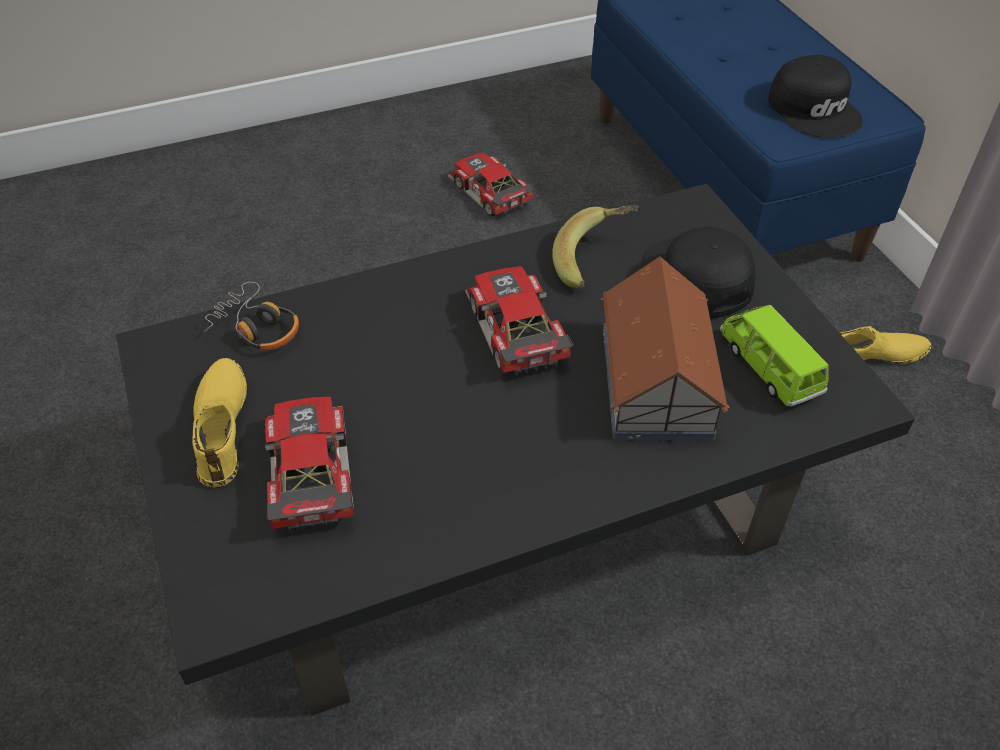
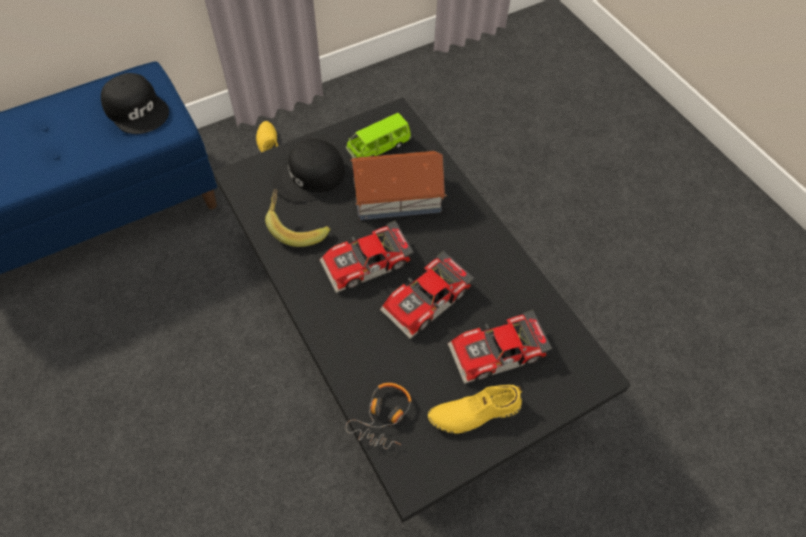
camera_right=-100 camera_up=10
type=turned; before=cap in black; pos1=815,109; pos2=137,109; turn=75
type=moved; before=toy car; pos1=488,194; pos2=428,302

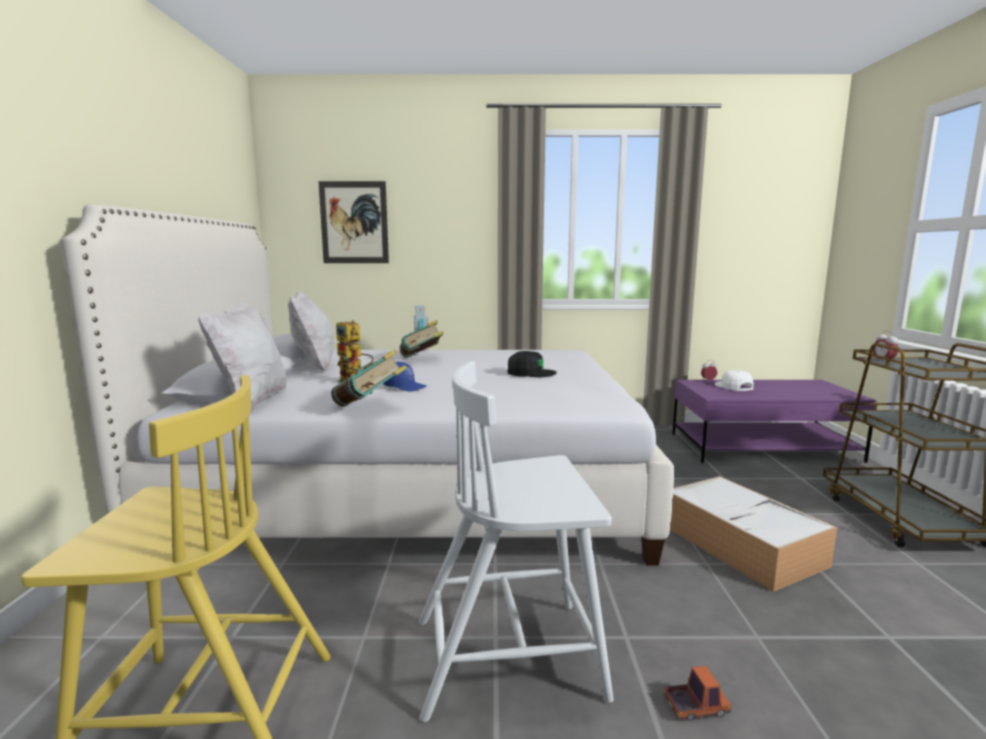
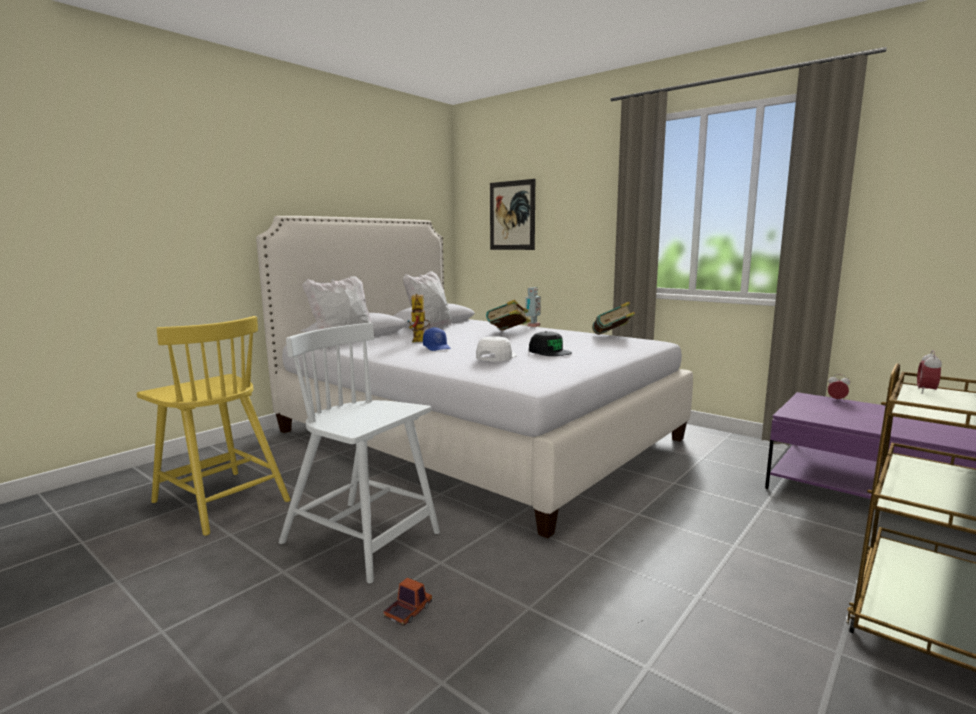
camera_right=40 camera_up=0
type=moved; before=book; pos1=369,407; pos2=612,336
type=moved; before=cap in white; pos1=733,386; pos2=496,356
type=removed; before=storage box; pos1=743,545
type=turned; before=toy truck; pos1=696,707; pos2=408,612; turn=-90

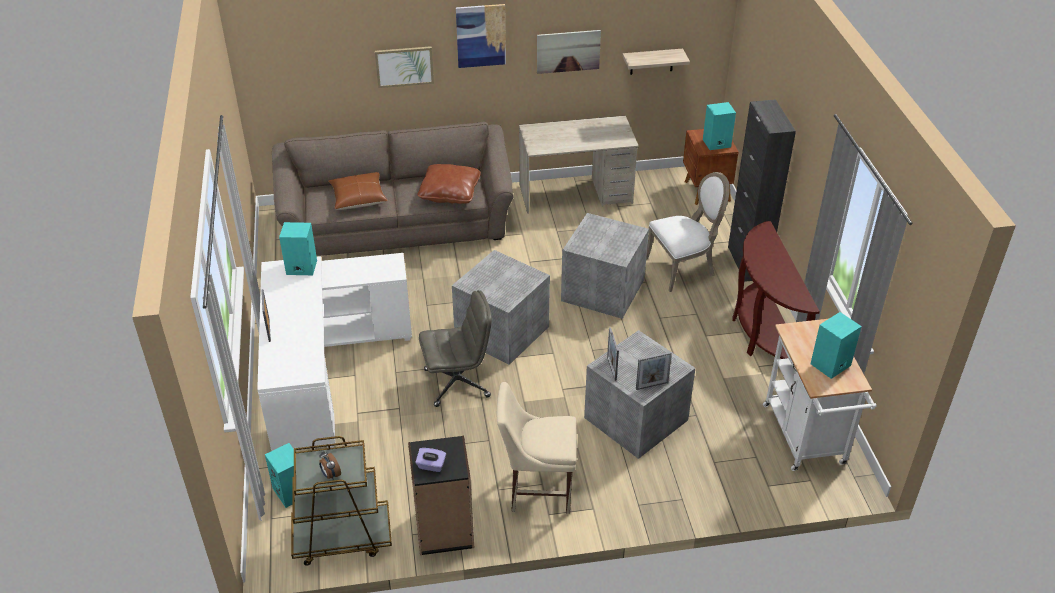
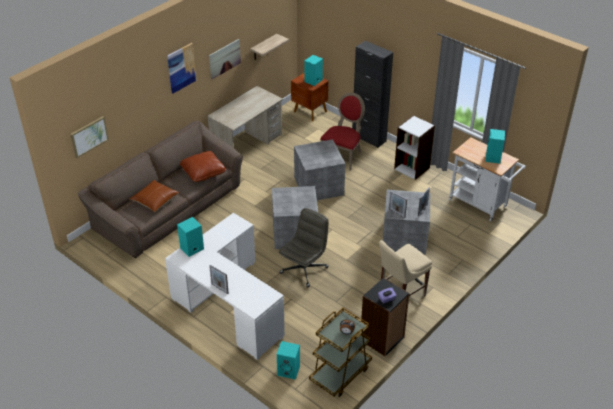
camera_right=-40 camera_up=0
type=moved; before=picture; pos1=404,66; pos2=89,136
type=recoloured; before=chair in white; after=chair in red; pos1=683,268; pos2=343,155
type=replaced; before=console table in brown; after=bookcase in white; pos1=762,333; pos2=412,168

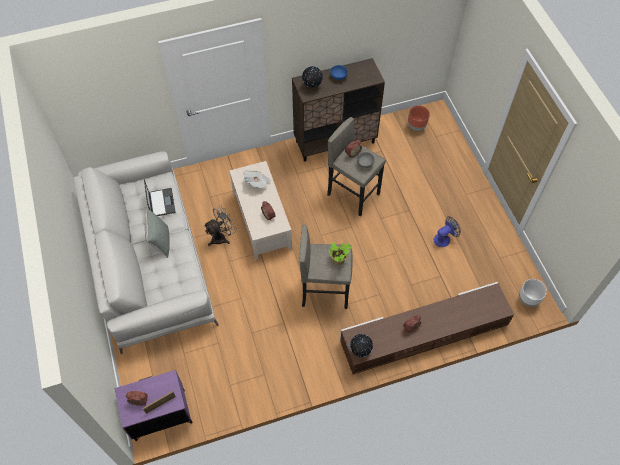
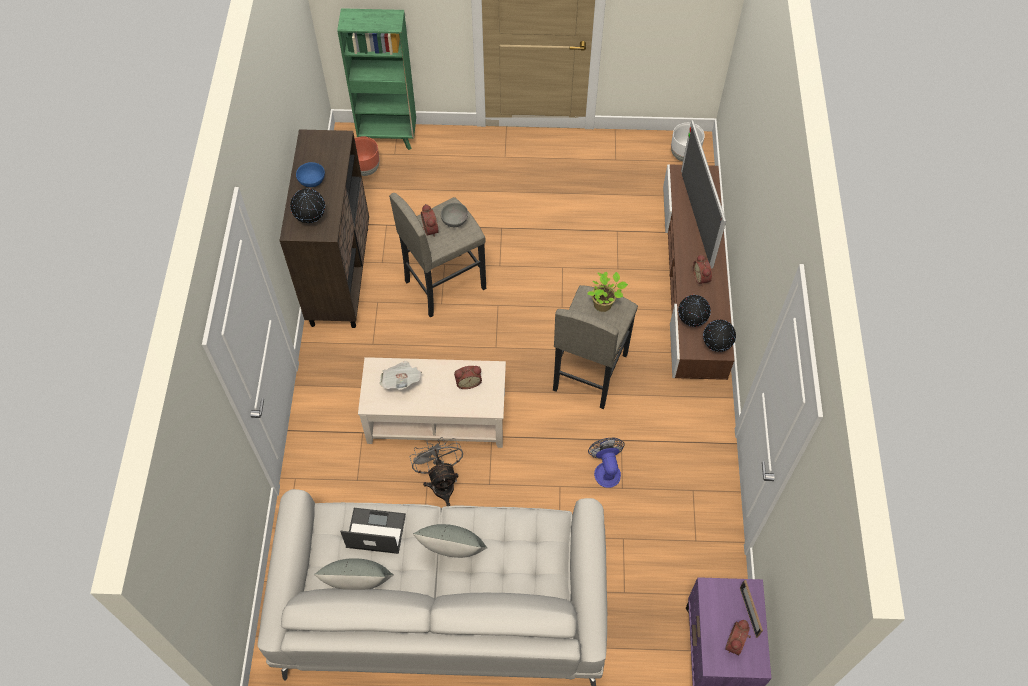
camera_right=-70 camera_up=0
type=moved; before=fan; pos1=444,238; pos2=606,470
type=added; after=bookcase in green; pos2=388,138
type=added; after=television; pos2=696,218
type=added; after=globe; pos2=691,321
type=added; after=pillow in grey; pos2=358,585

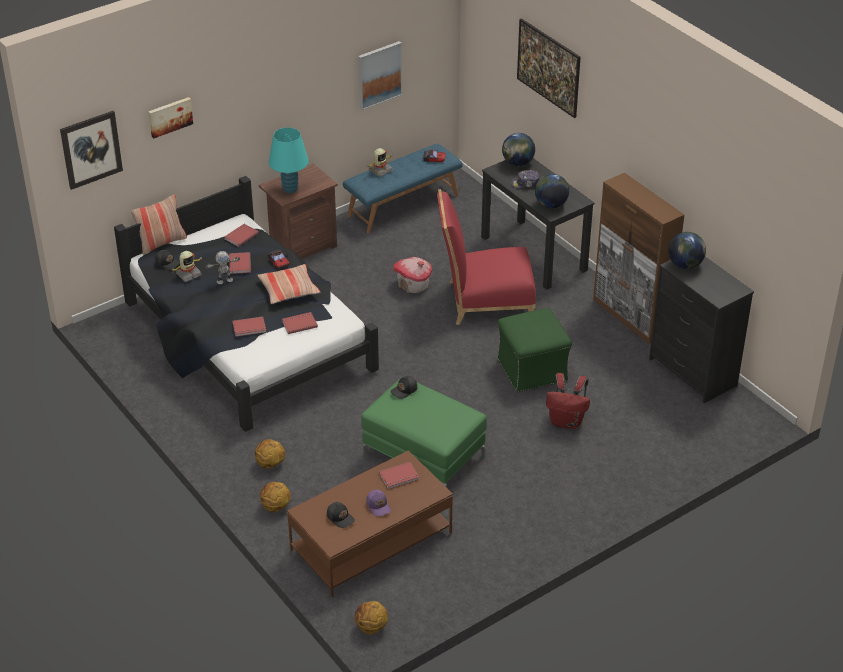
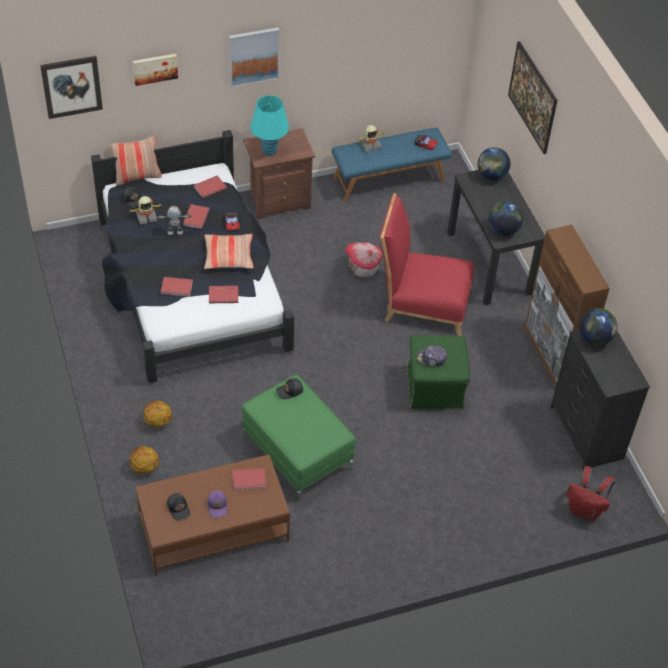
camera_right=15 camera_up=10
type=moved; before=picture; pos1=379,75; pos2=253,56
type=moved; before=cap; pos1=525,183; pos2=431,359
type=moved; before=backpack in red; pos1=567,421; pos2=585,510
type=removed; before=basketball; pos1=371,628

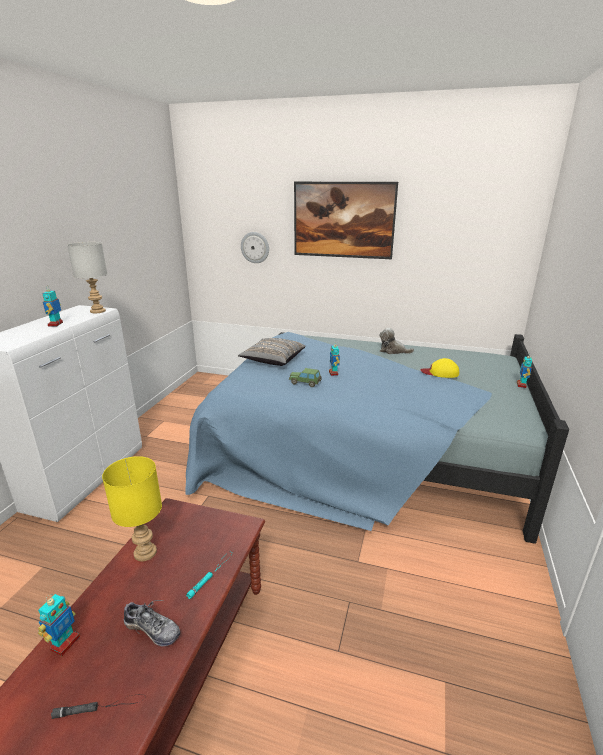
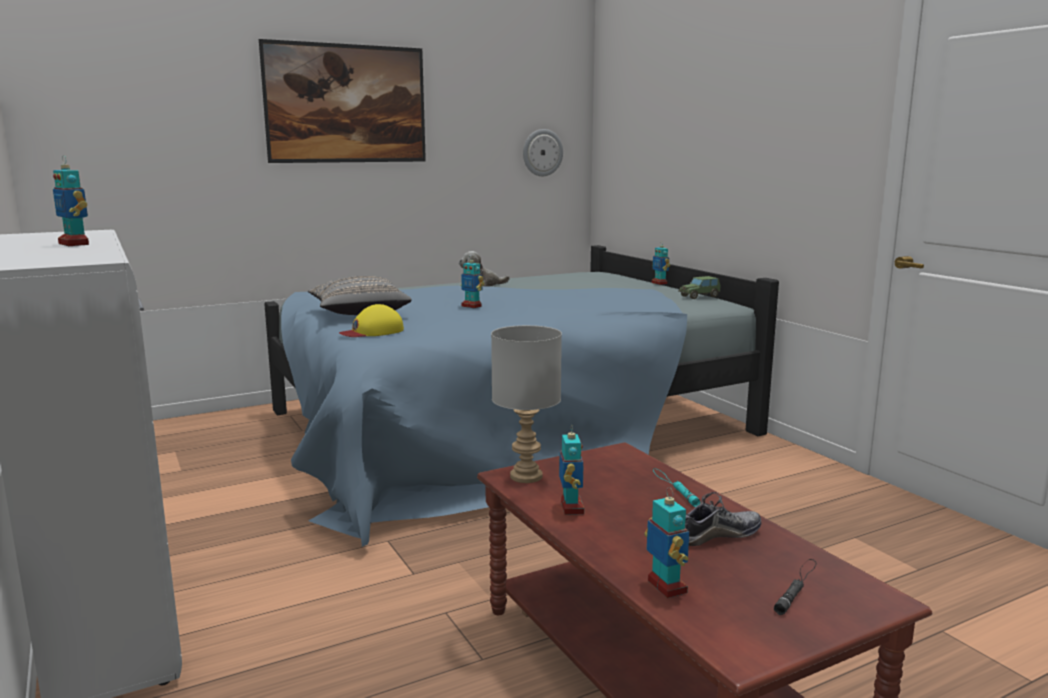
camera_right=-45 camera_up=-10
type=moved; before=wall clock; pos1=255,247; pos2=542,152
type=moved; before=table lamp in grey; pos1=98,311; pos2=527,476
type=moved; before=cap in yellow; pos1=440,372; pos2=372,331
type=moved; before=toy car; pos1=305,383; pos2=699,296
type=replaced; before=table lamp in yellow; after=toy robot; pos1=145,552; pos2=571,508

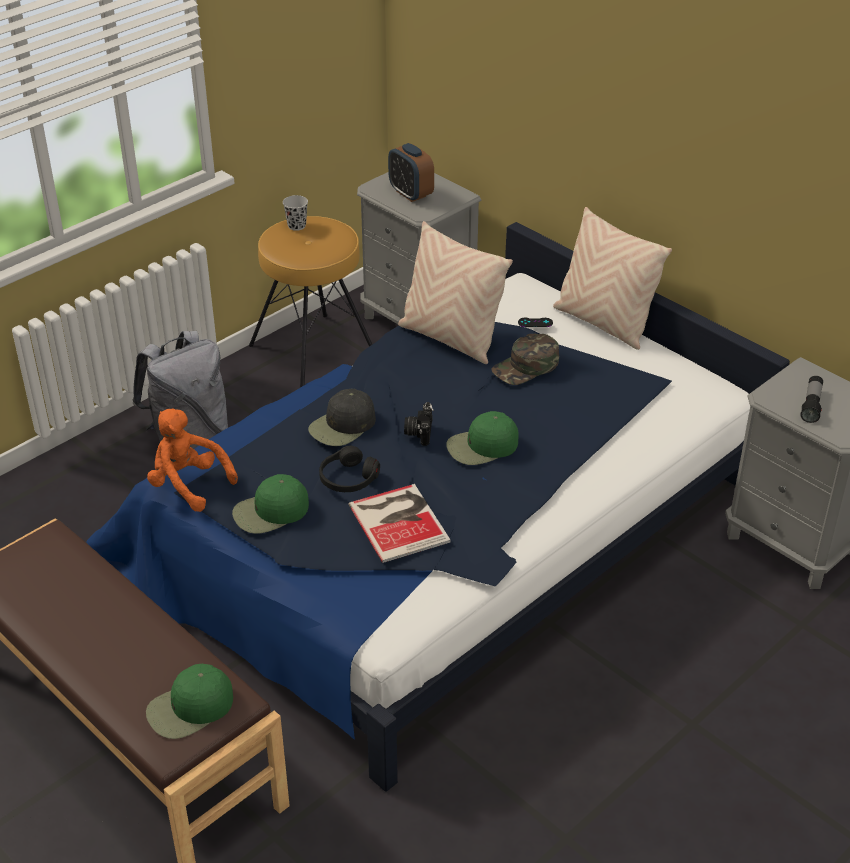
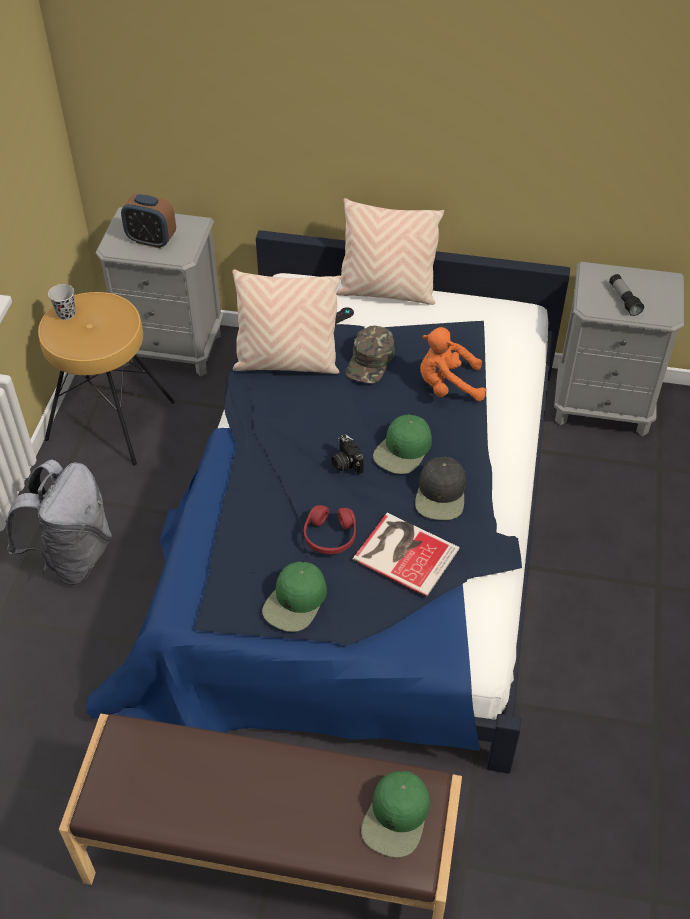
camera_right=-35 camera_up=10
type=moved; before=cap in black; pos1=343,426; pos2=441,494
type=moved; before=plush toy in orange; pos1=188,484; pos2=447,385
type=recoloured; before=headphones in black; after=headphones in red; pos1=348,478; pos2=330,536

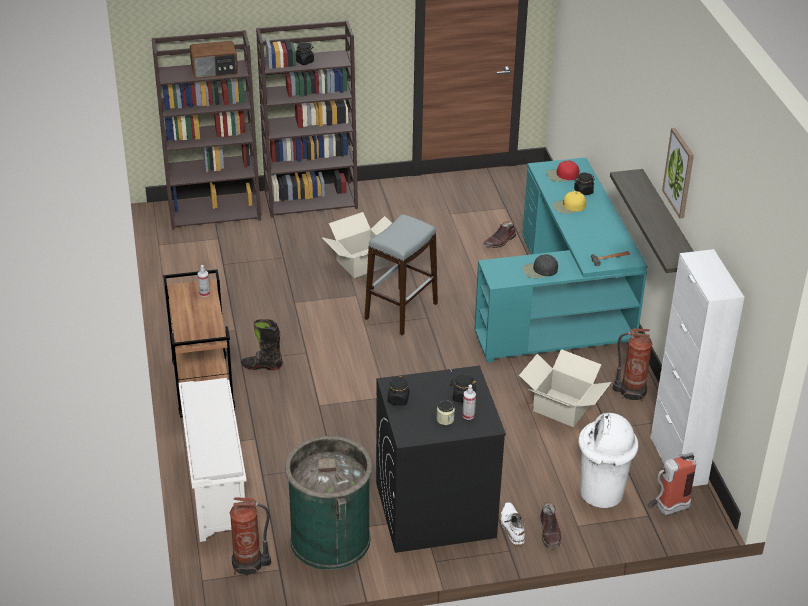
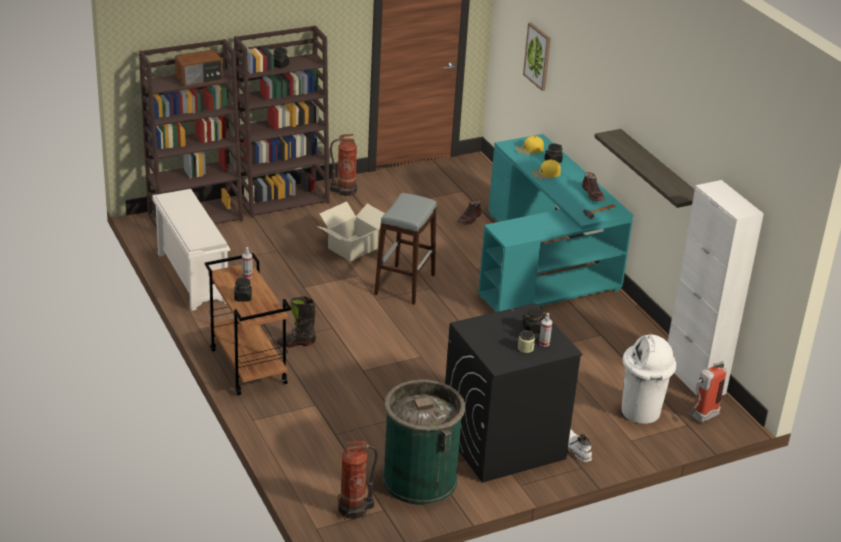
camera_right=-15 camera_up=-5
type=moved; before=picture; pos1=679,173; pos2=538,56
type=recoloured; before=cap in red; after=cap in yellow; pos1=562,175; pos2=529,149
type=removed; before=cap in black; pos1=540,270
type=moved; before=fire extinguisher; pos1=631,391; pos2=345,191
type=removed; before=cardboard box; pos1=561,408
type=moved; before=jar in black; pos1=398,399; pos2=243,298
type=moved; before=shoe rack in white; pos1=215,488; pos2=191,277
type=moved; before=boot in brown; pos1=550,532; pos2=593,194

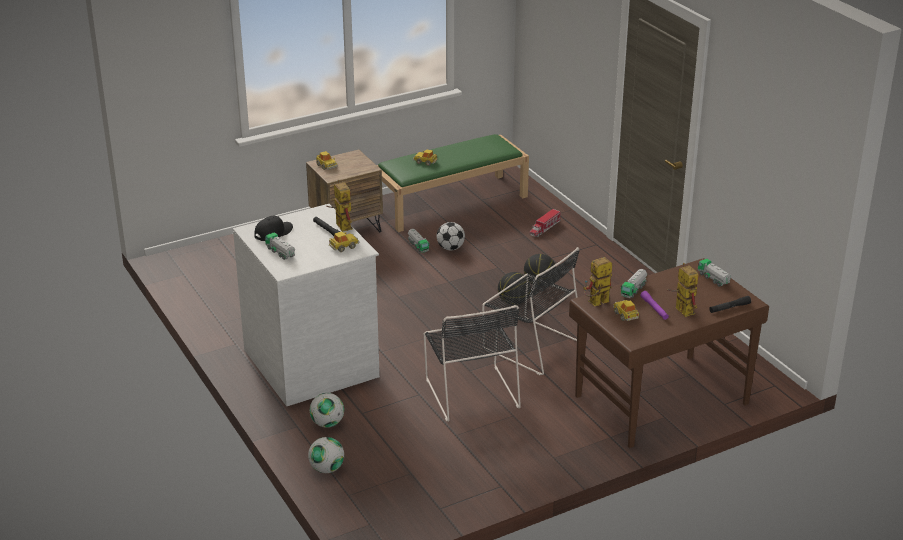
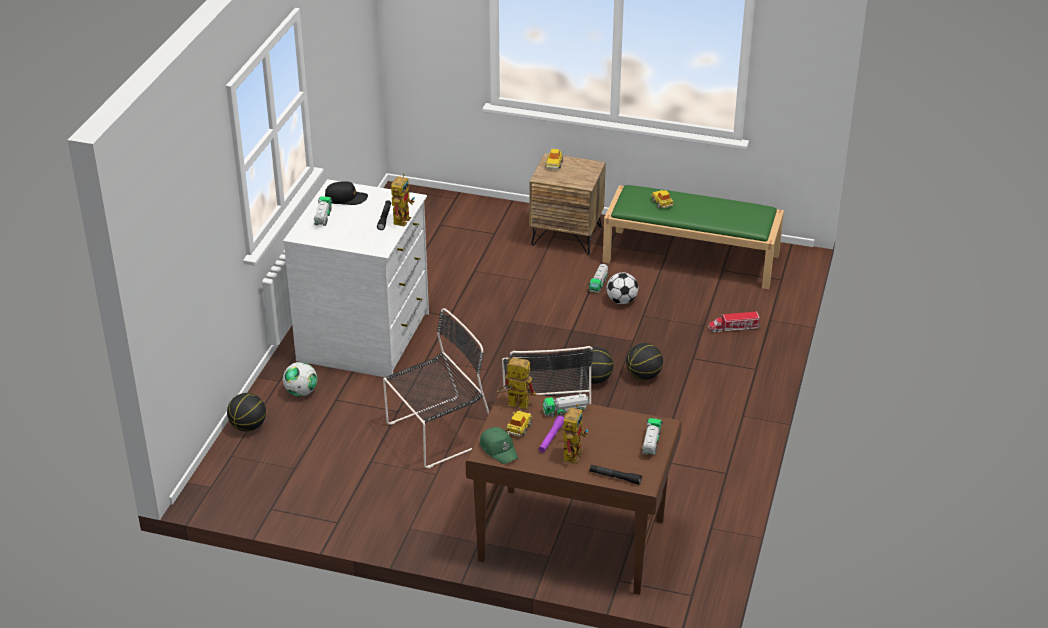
camera_right=45 camera_up=5
type=removed; before=toy car; pos1=343,246
type=turned; before=chair in black; pos1=471,391; pos2=438,433; turn=-150
type=replaced; before=football; after=basketball; pos1=327,469; pos2=248,426
type=added; after=cap in green; pos2=499,449

